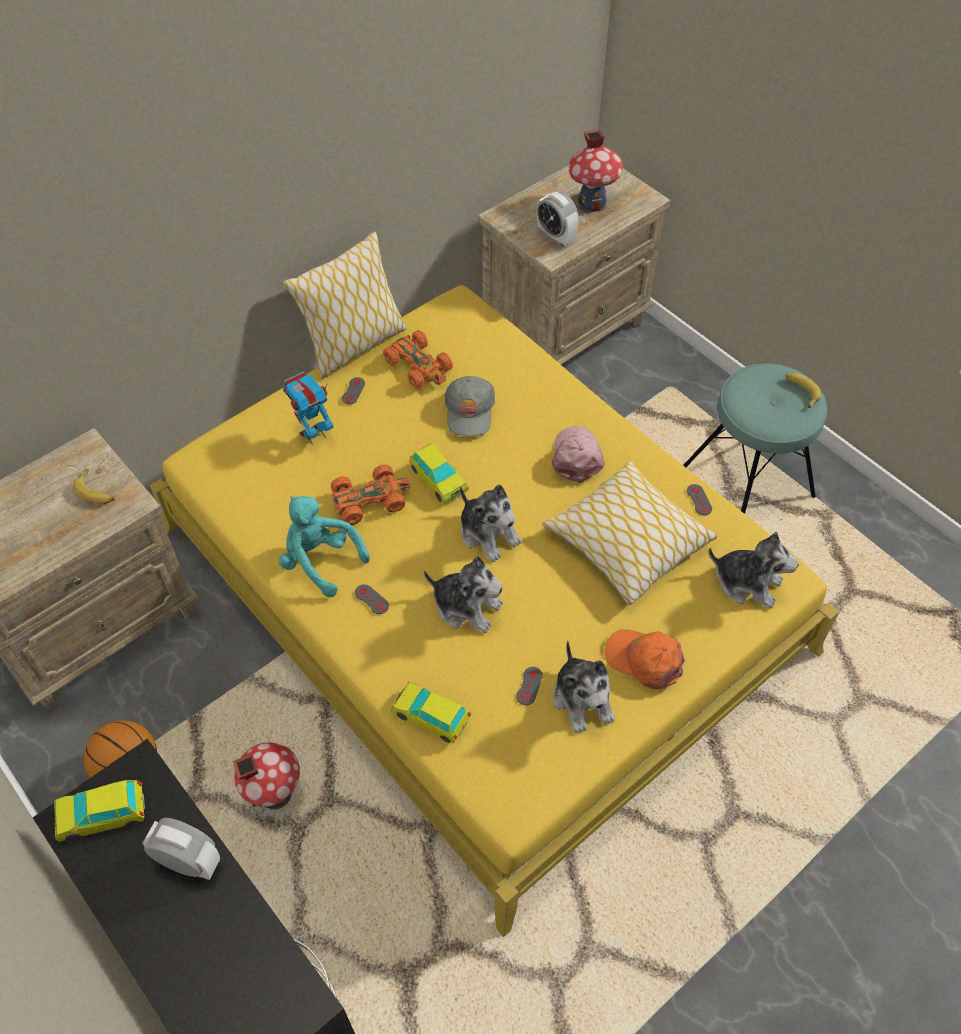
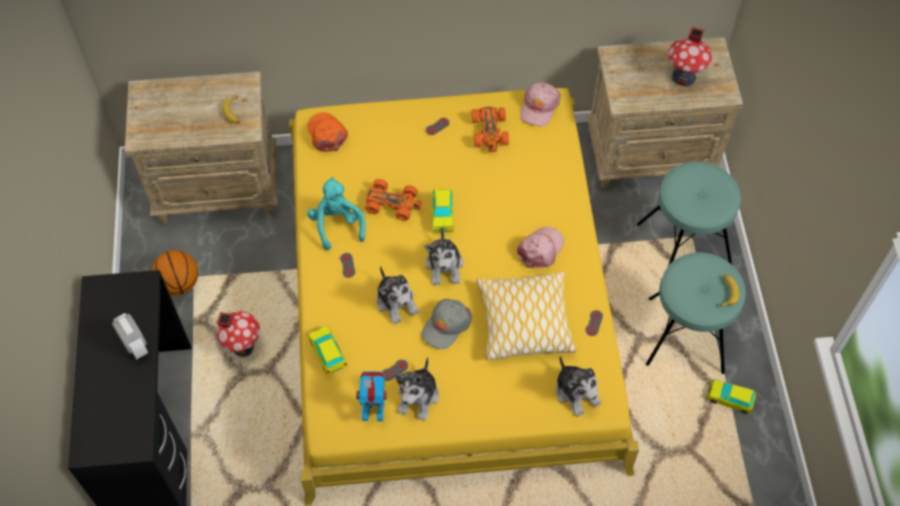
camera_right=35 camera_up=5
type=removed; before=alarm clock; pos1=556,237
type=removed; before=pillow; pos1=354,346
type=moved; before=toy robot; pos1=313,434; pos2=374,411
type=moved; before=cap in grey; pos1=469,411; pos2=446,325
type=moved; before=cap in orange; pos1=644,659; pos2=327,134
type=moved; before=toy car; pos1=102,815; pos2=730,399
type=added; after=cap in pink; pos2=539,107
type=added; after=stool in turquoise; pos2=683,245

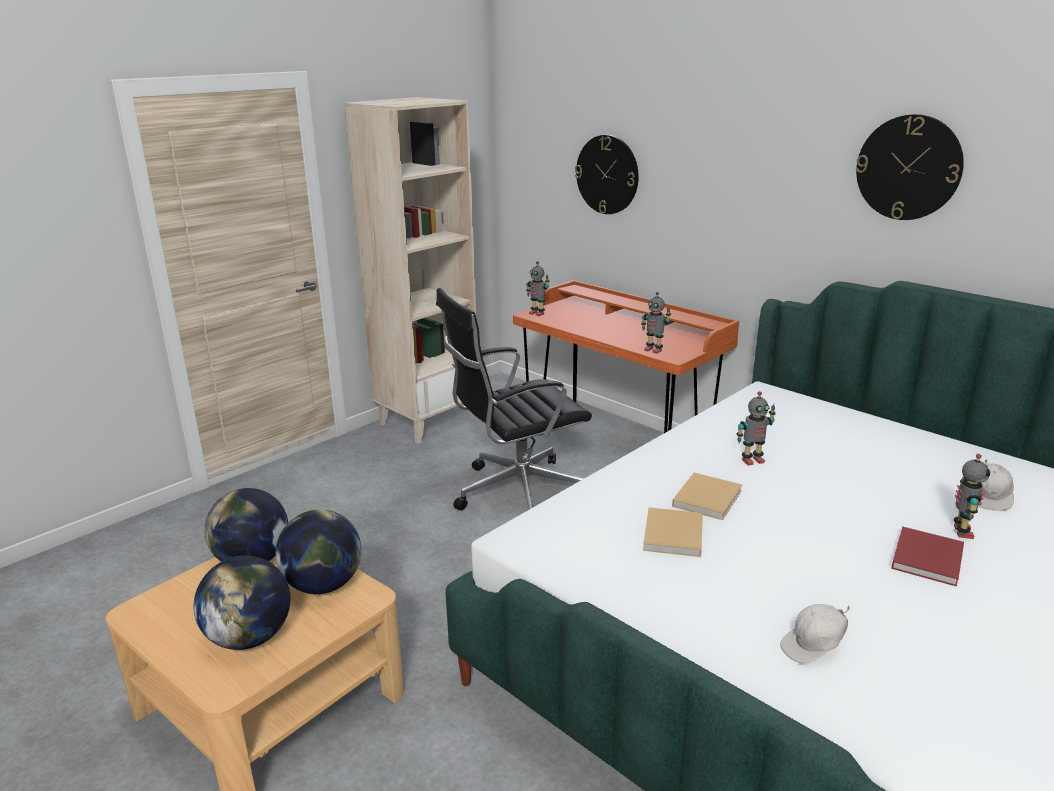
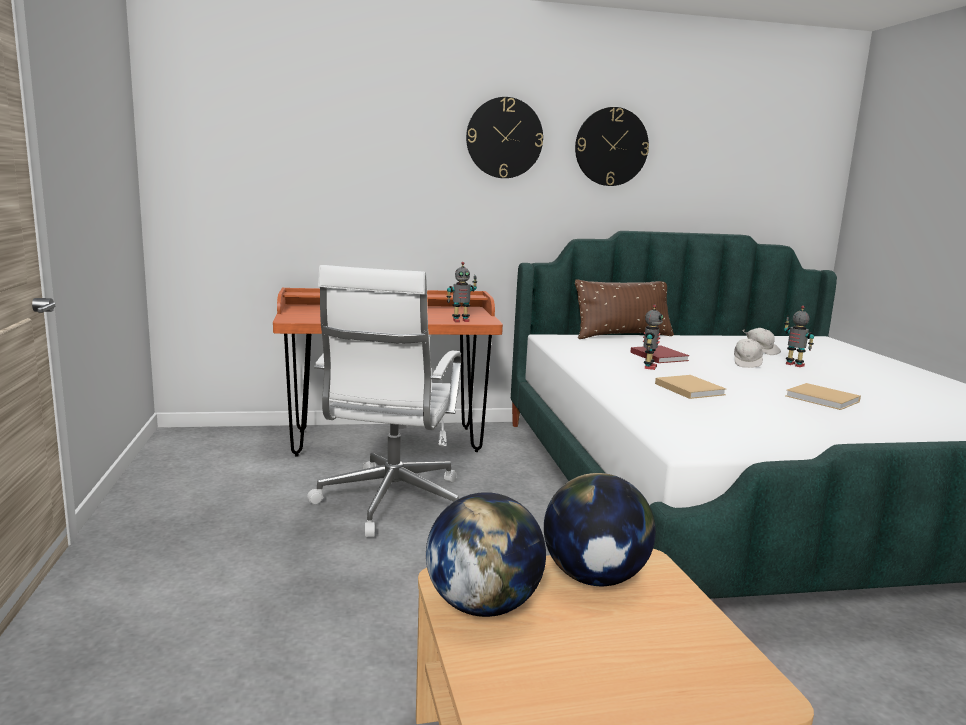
camera_right=-55 camera_up=-10
type=removed; before=bookcase in beige; pos1=428,421
type=moved; before=wall clock; pos1=607,174; pos2=504,138
type=removed; before=toy robot; pos1=537,313
type=recoloured; before=office chair in black; after=office chair in white; pos1=516,493; pos2=390,503
type=moved; before=book in beige; pos1=673,536; pos2=824,399
type=moved; before=book in red; pos1=927,557; pos2=658,356
type=removed; before=globe; pos1=249,637
type=moved; before=cap in white; pos1=814,648; pos2=747,363
type=added; after=pillow in brown; pos2=623,336

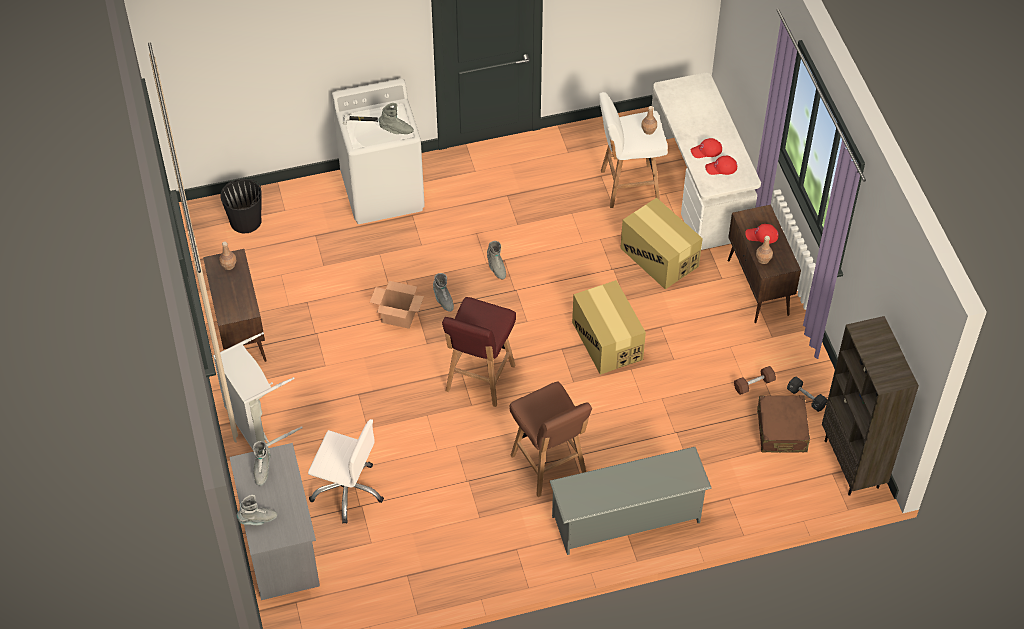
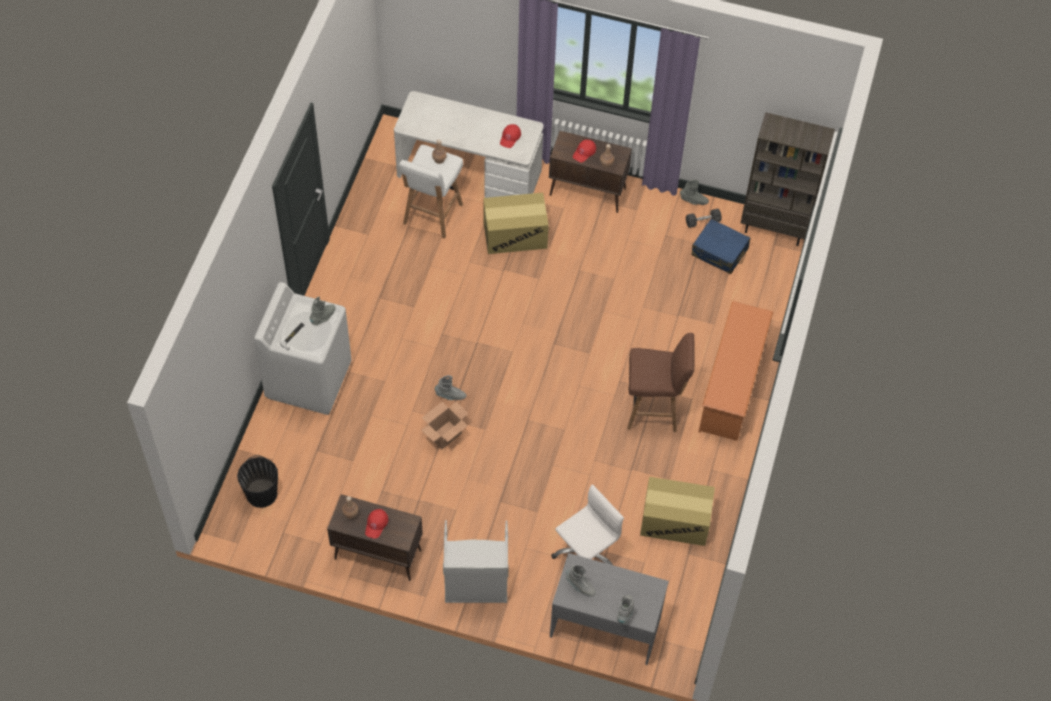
camera_right=-60 camera_up=5
type=moved; before=cap in red; pos1=706,151; pos2=376,524
type=moved; before=boot in grey; pos1=496,267; pos2=693,201
type=moved; before=cardboard box; pos1=607,341; pos2=675,521
type=removed; before=stool in red; pos1=479,379
type=removed; before=dumbbell in brown; pos1=754,384
type=recoloured; before=suitcase in brown; after=suitcase in blue; pos1=781,430; pos2=720,252
type=recoloured; before=shoe rack in grey; after=shoe rack in orange; pos1=626,519; pos2=731,387

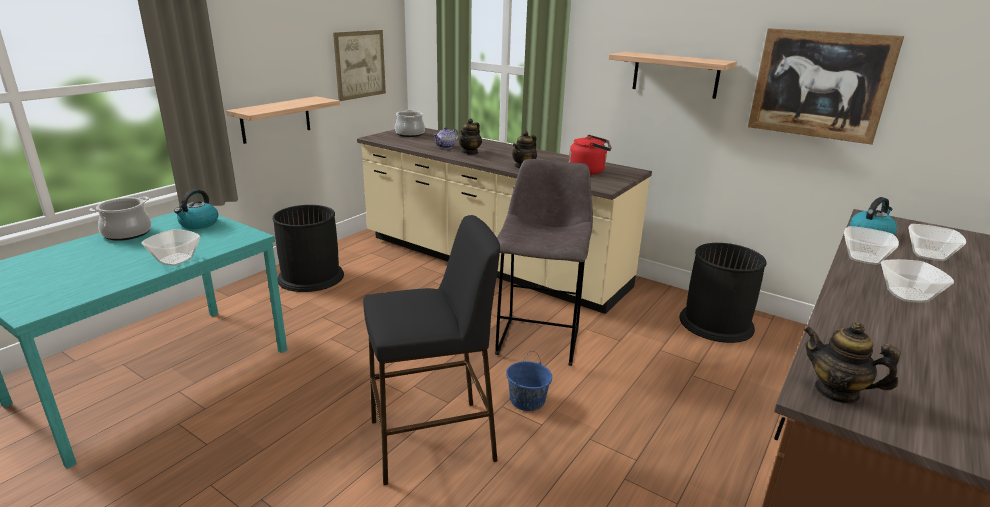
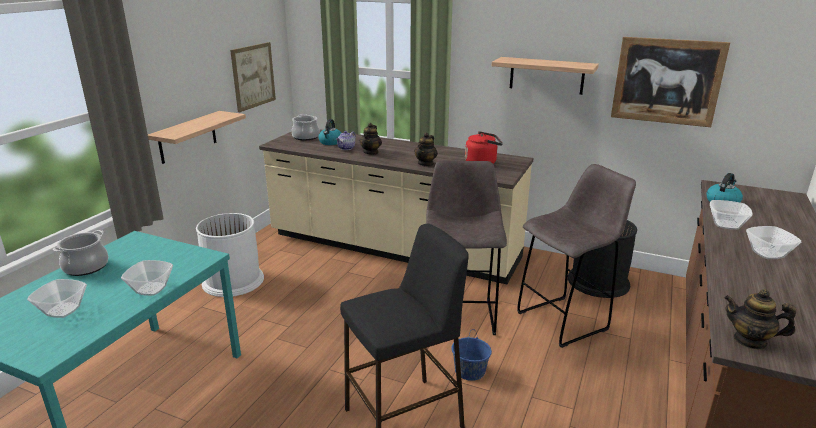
camera_right=-10 camera_up=0
type=moved; before=kettle; pos1=198,224; pos2=330,142
type=recoloured; before=trash can in black; after=trash can in white; pos1=311,277; pos2=233,280
type=moved; before=bowl; pos1=928,254; pos2=63,310
type=added; after=stool in grey; pos2=564,320

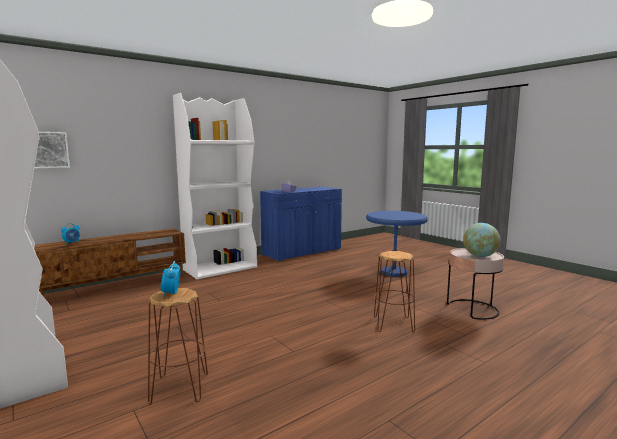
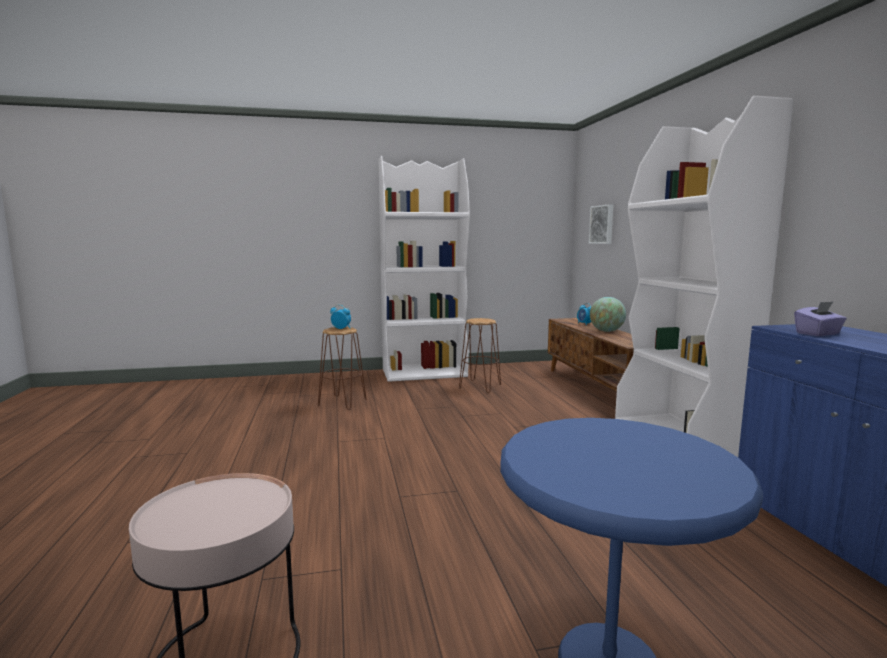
camera_right=115 camera_up=0
type=moved; before=globe; pos1=480,256; pos2=606,331
type=moved; before=stool in brown; pos1=393,324; pos2=480,386

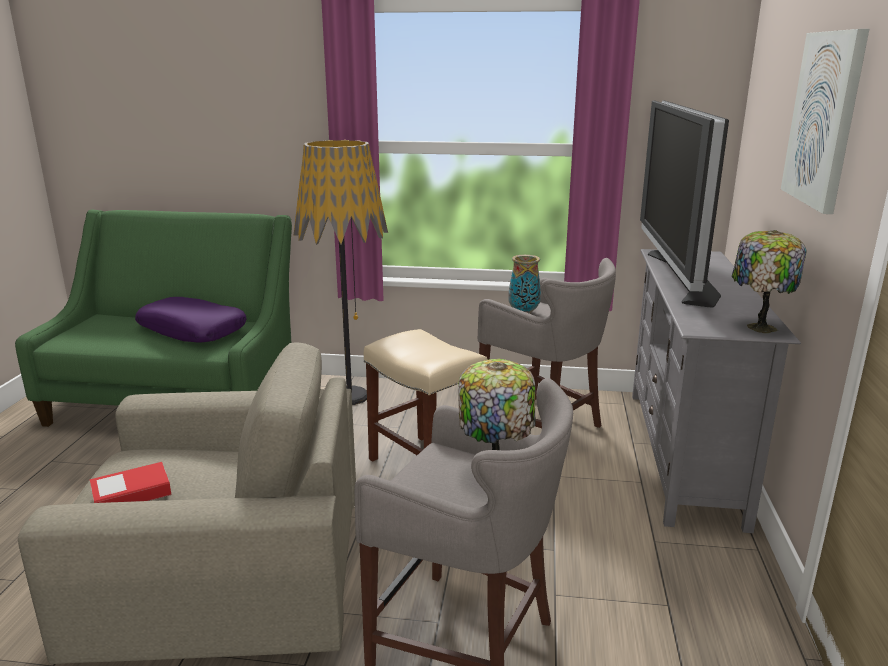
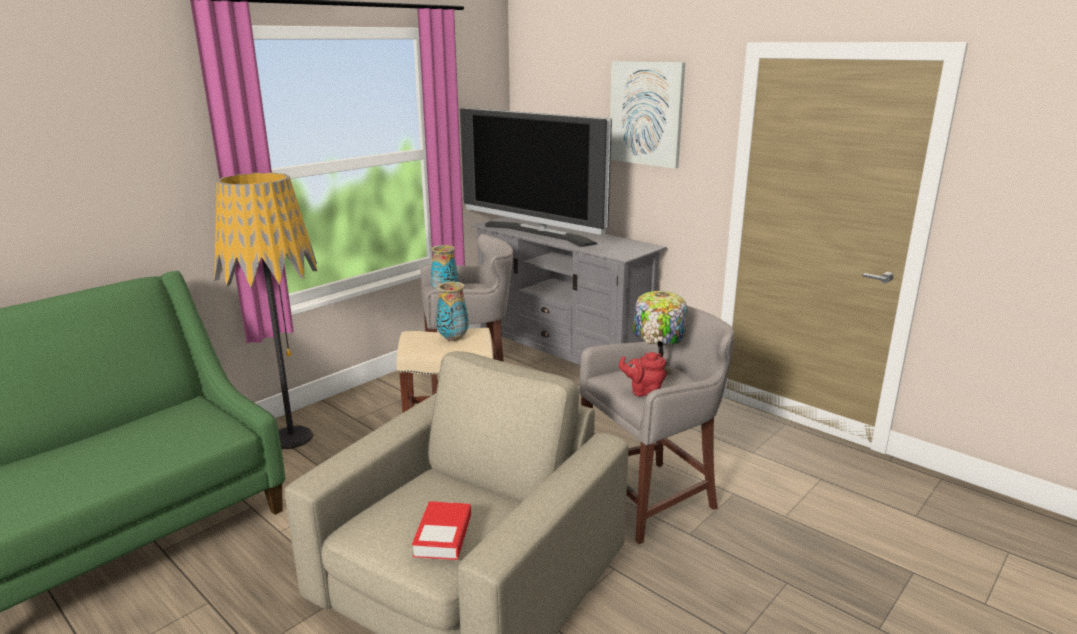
camera_right=-55 camera_up=0
type=removed; before=table lamp; pos1=758,327
type=removed; before=pillow in purple; pos1=193,330
type=added; after=vase; pos2=453,338
type=added; after=teapot in red; pos2=643,392

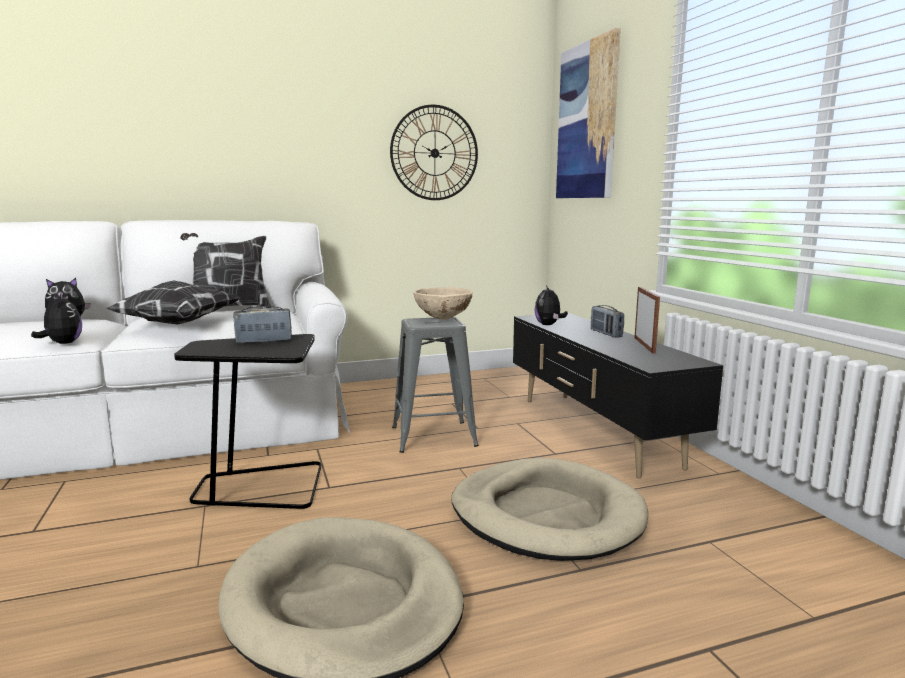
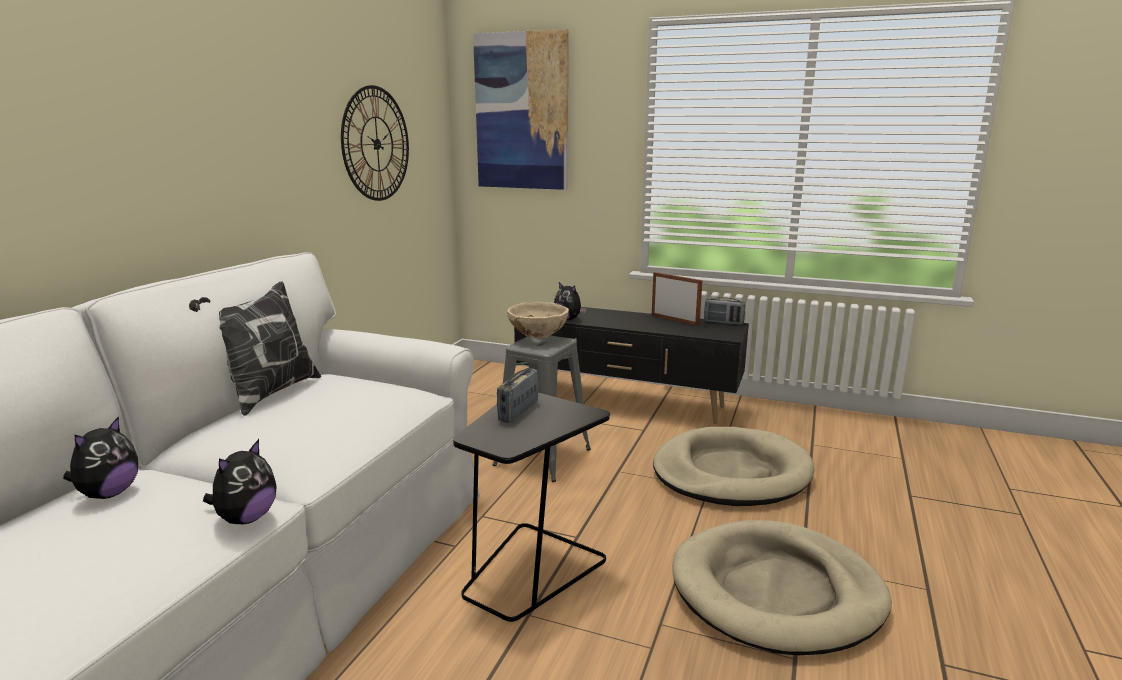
camera_right=-50 camera_up=5
type=removed; before=pillow; pos1=178,324
type=turned; before=plush toy; pos1=62,343; pos2=246,518; turn=105
type=moved; before=radio; pos1=606,333; pos2=723,322

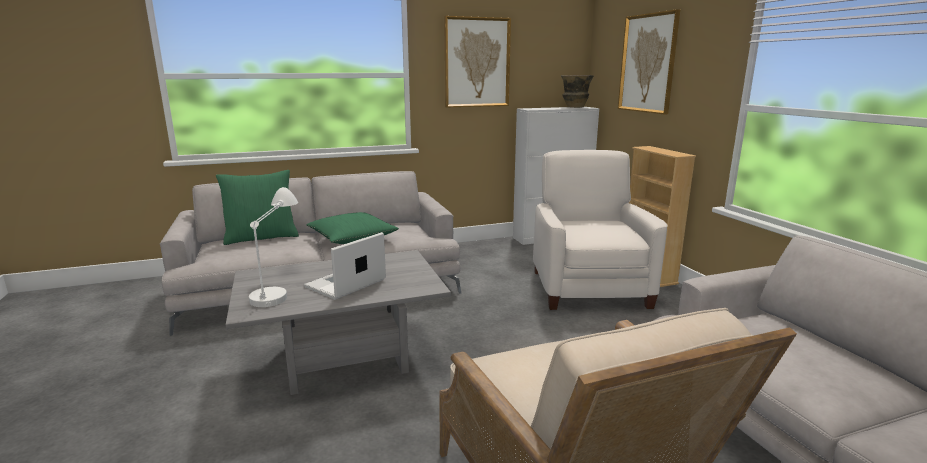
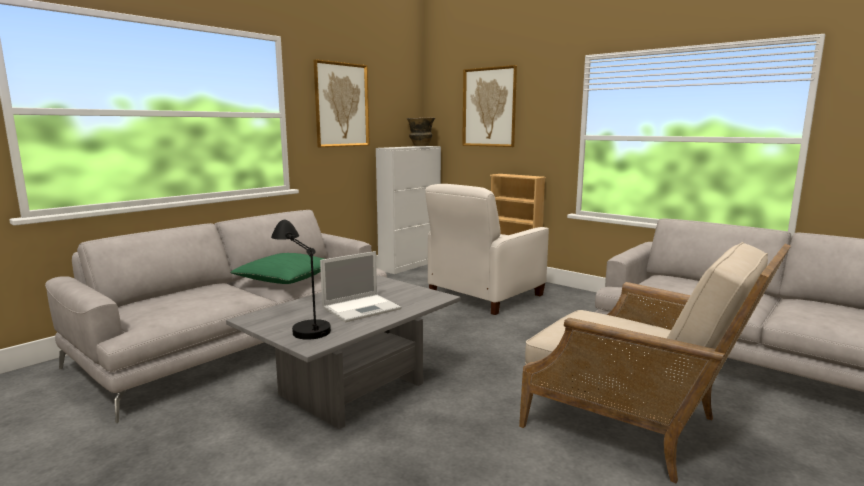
camera_right=-30 camera_up=-5
type=turned; before=armchair in white; pos1=588,288; pos2=484,295; turn=-105
type=removed; before=pillow in green; pos1=261,237
type=recoloured; before=table lamp in white; after=table lamp in black; pos1=279,286; pos2=301,321
type=turned; before=laptop; pos1=345,284; pos2=362,308; turn=-135

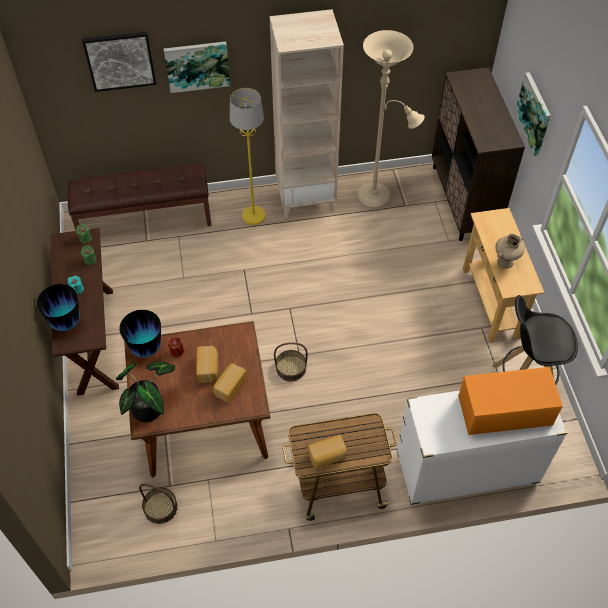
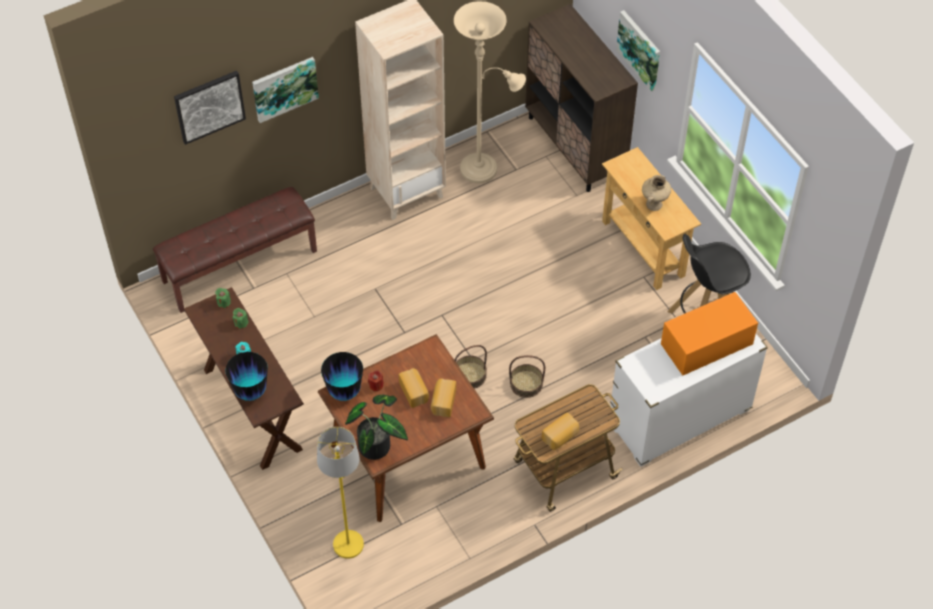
camera_right=-20 camera_up=0
type=moved; before=floor lamp in yellow; pos1=253,216; pos2=348,545
type=moved; before=basket; pos1=160,507; pos2=526,384

